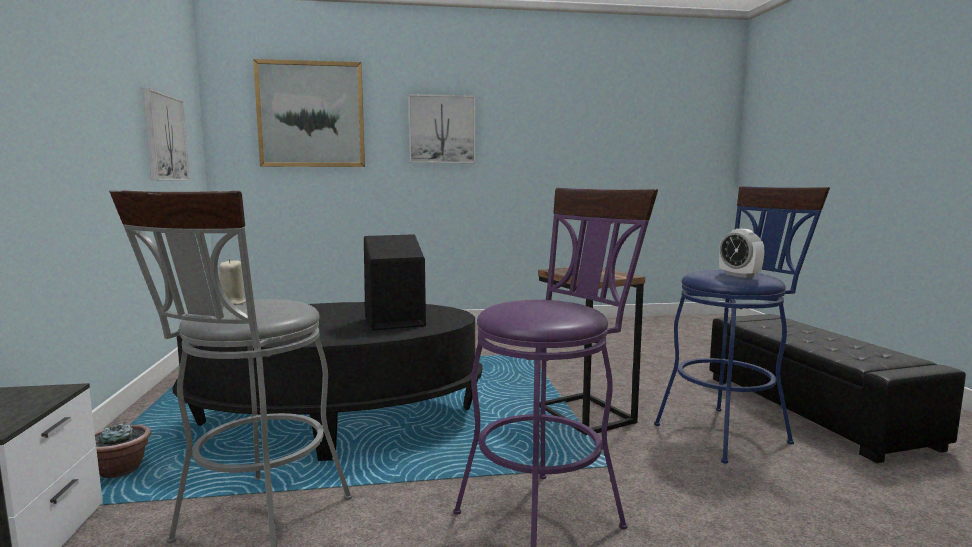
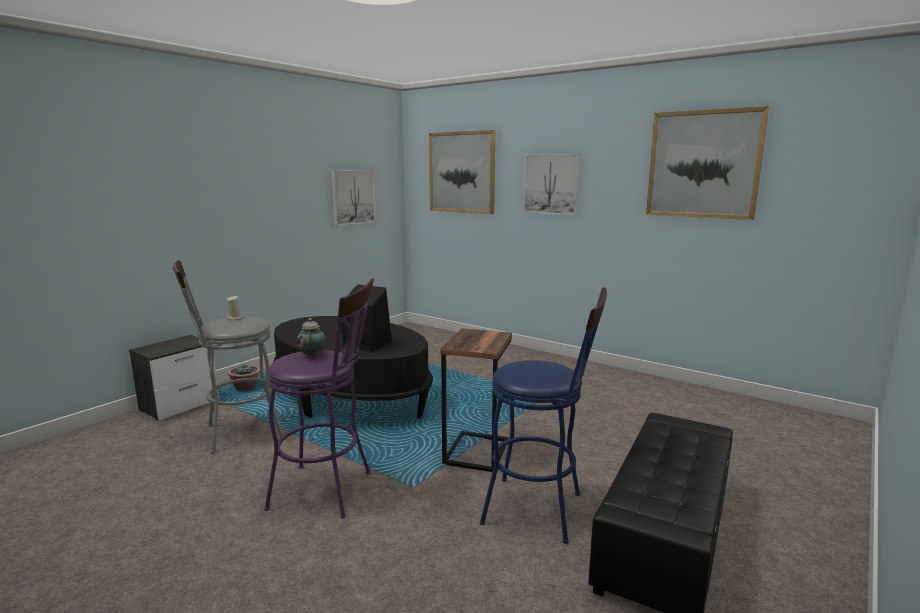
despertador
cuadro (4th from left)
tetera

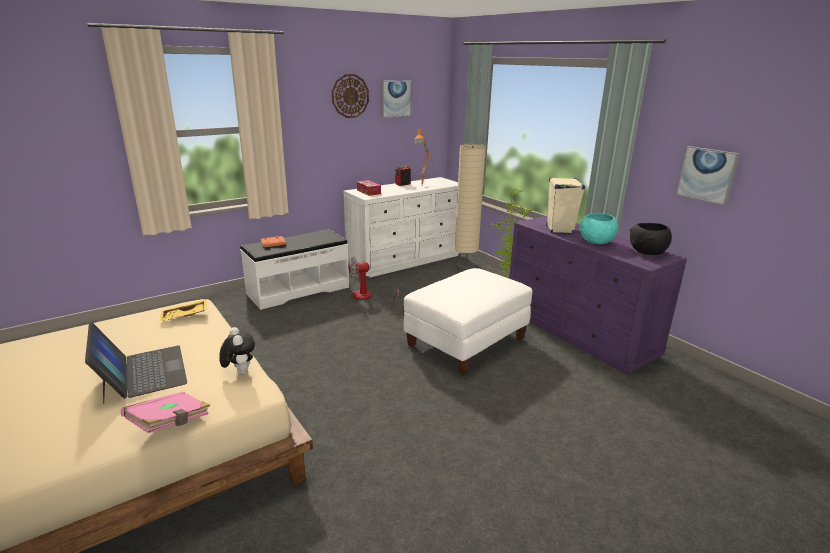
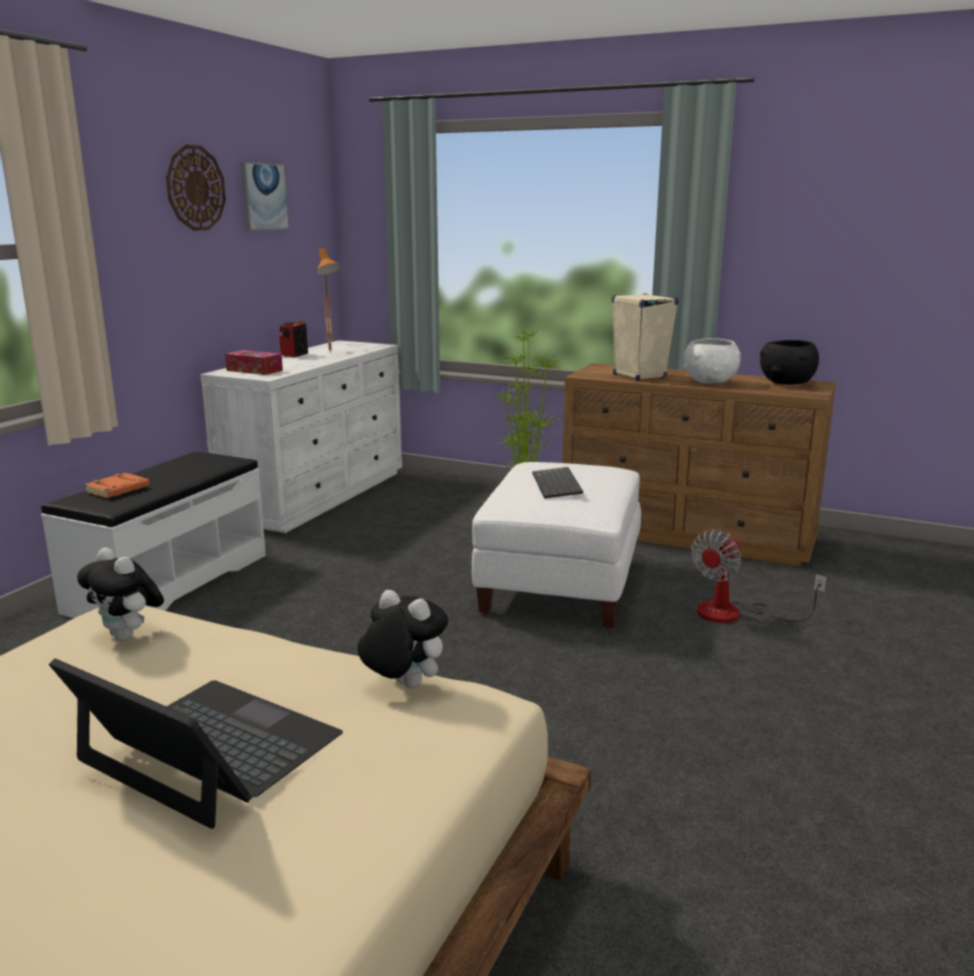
lámpara de pie [beis]
cuadro (2nd from left in the first image)
cuenco [blanco]
cómoda [marrón]
ventilador
peluche (1st from left)
libro [rosa]
teclado

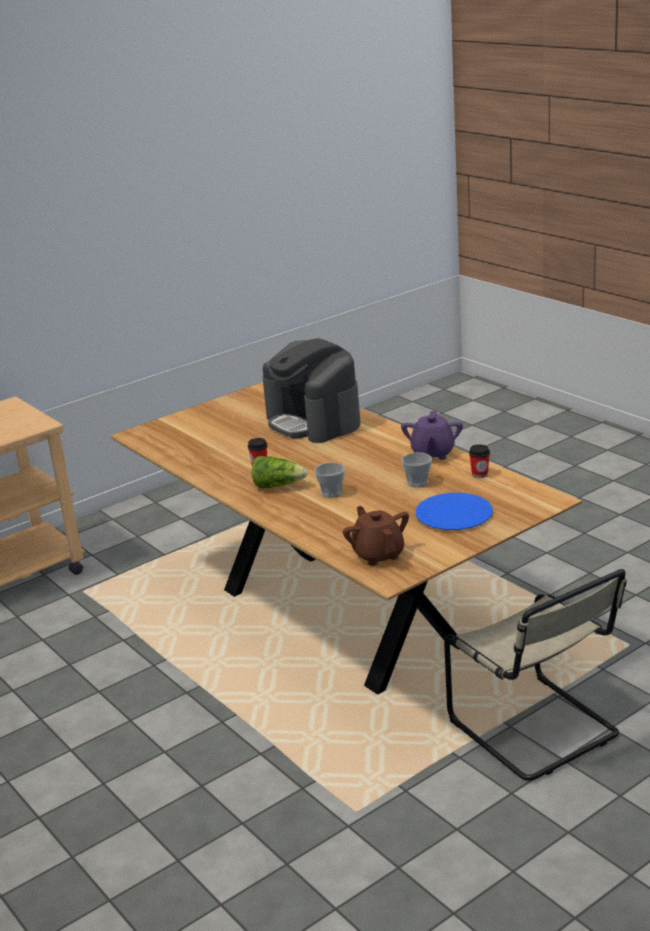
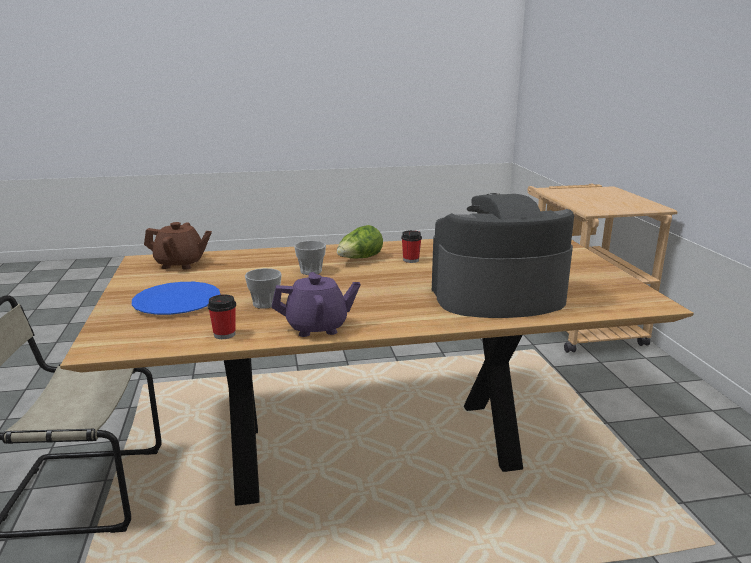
tetera [morado]

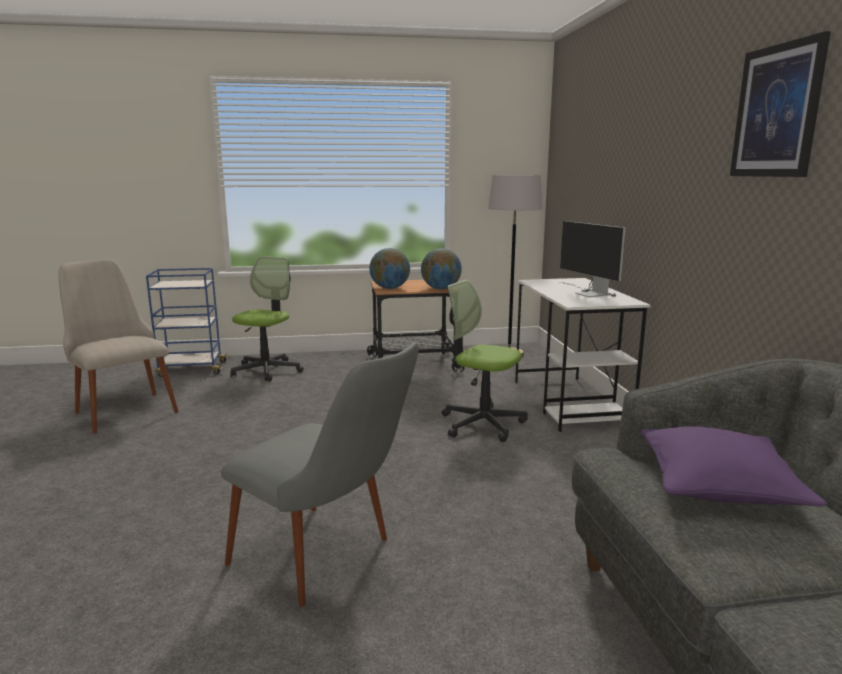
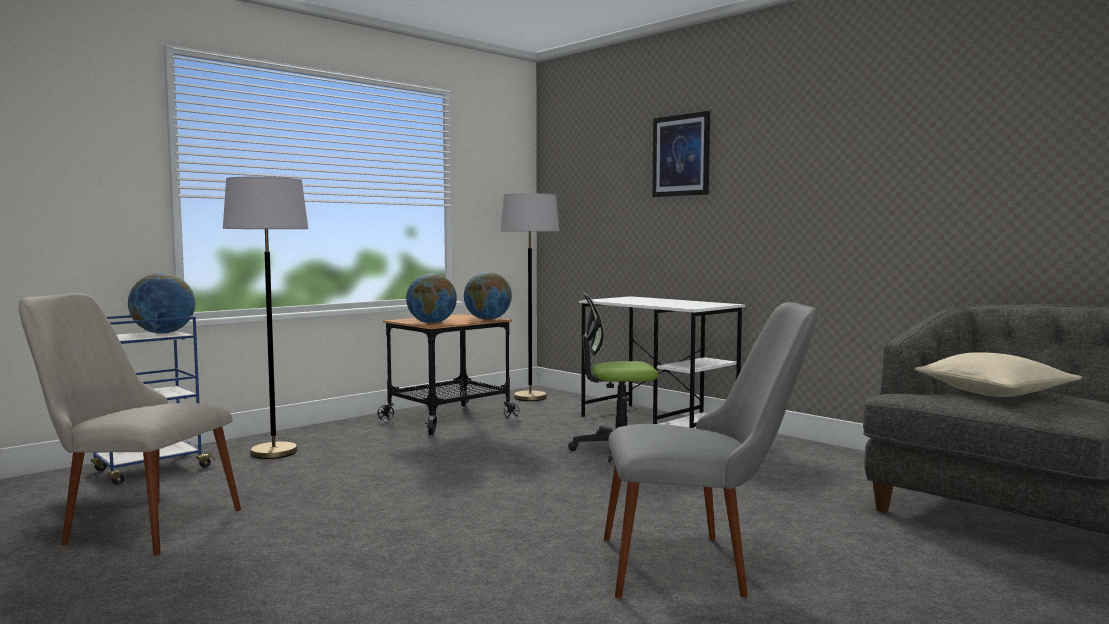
cuadro
monitor
lámpara de pie [gris] (1st from left)
cojín [beis]
globo terráqueo (1st from left)

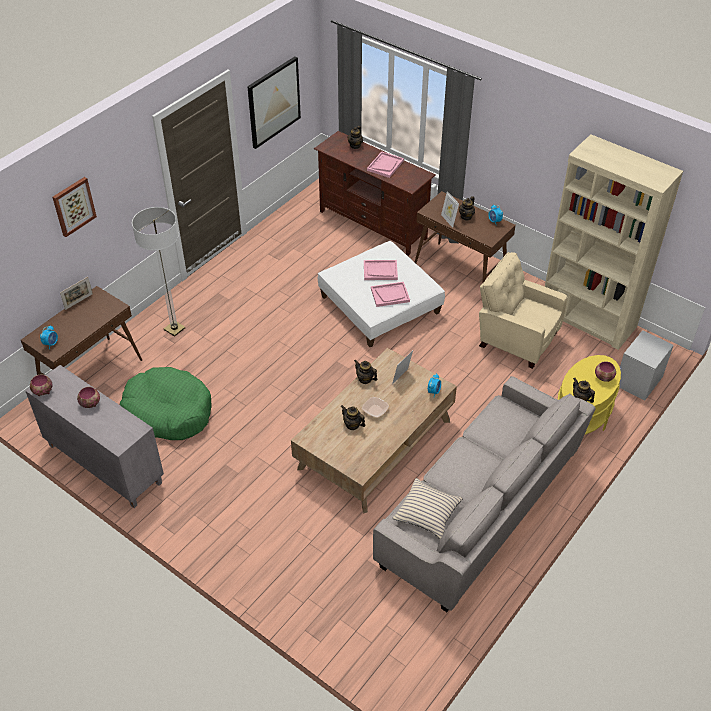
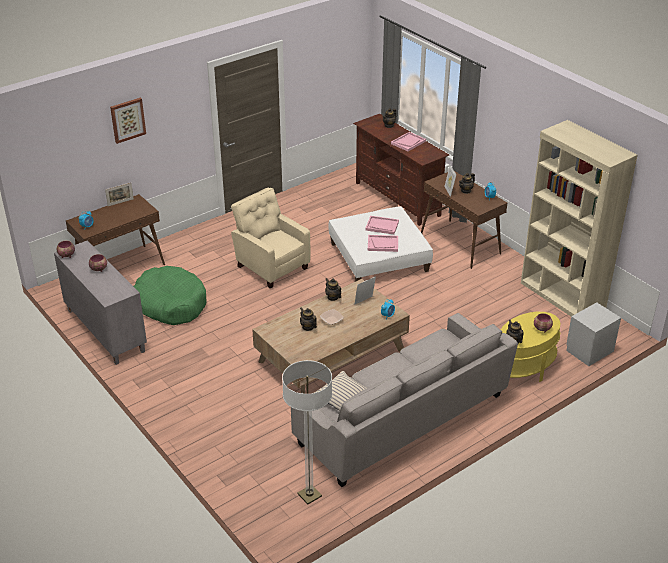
cuadro (2nd from left in the first image)
lámpara de pie
sillón [beis]

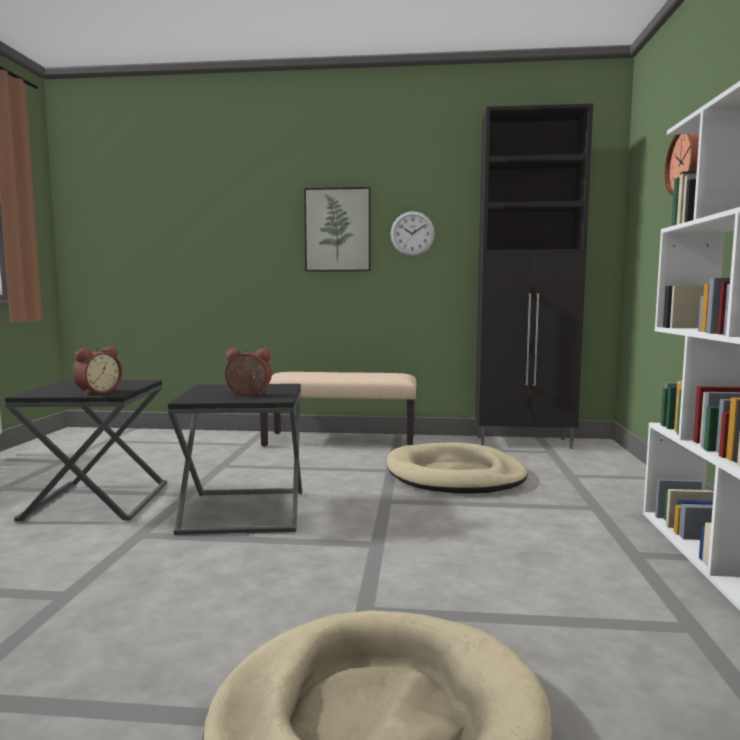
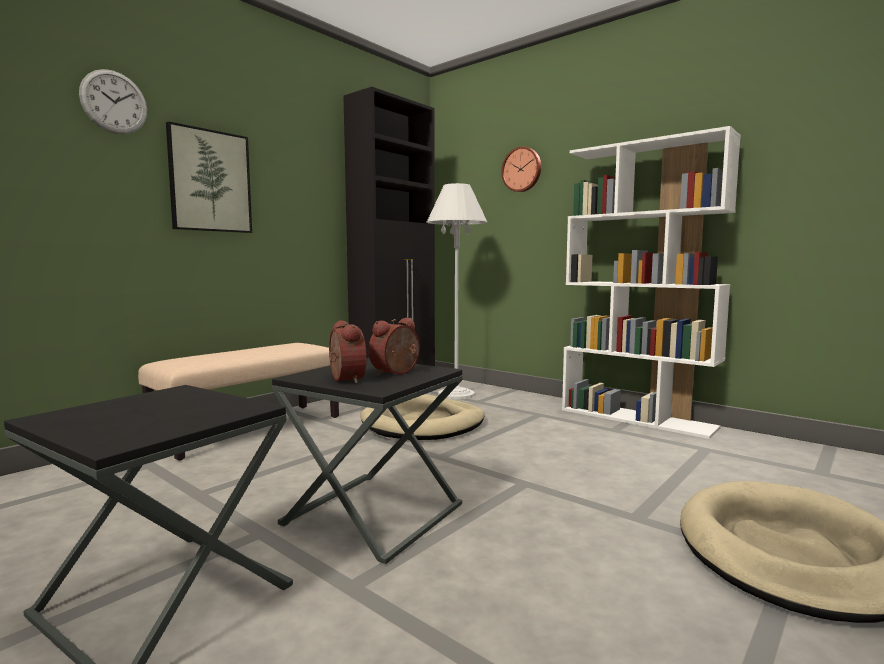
reloj de pared (1st from left)
despertador (1st from left)
lámpara de pie [blanco]

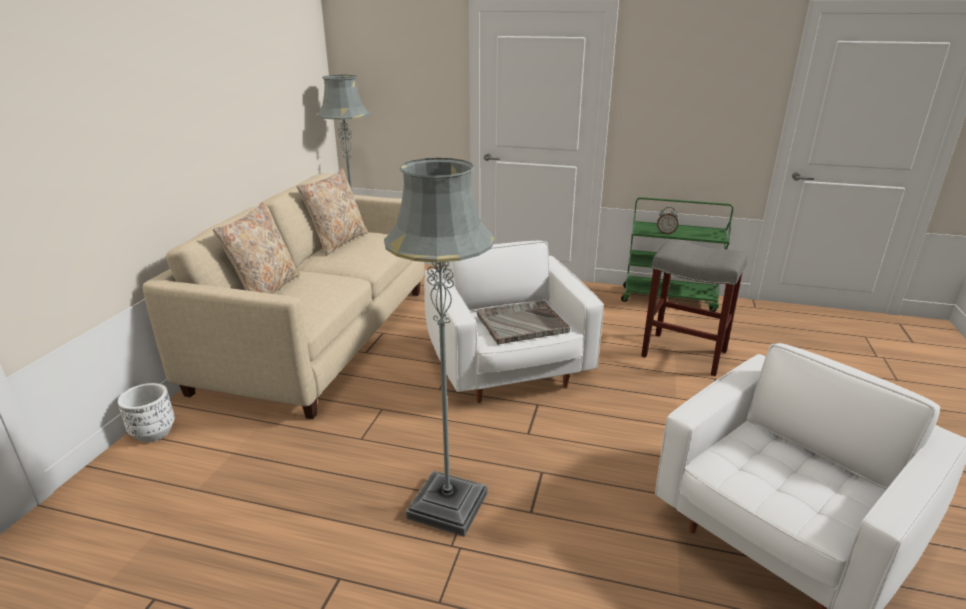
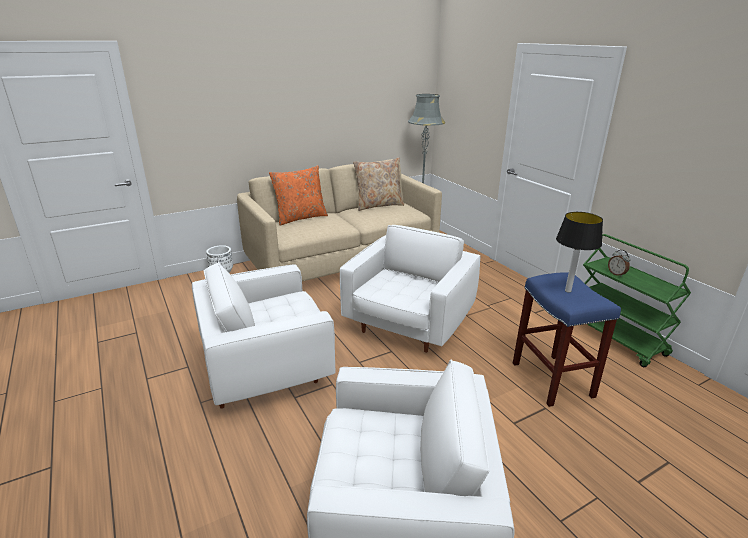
sillón [blanco] (1st from left)
cojín [naranja]
taburete [azul]
bandeja [gris]
lámpara de mesa

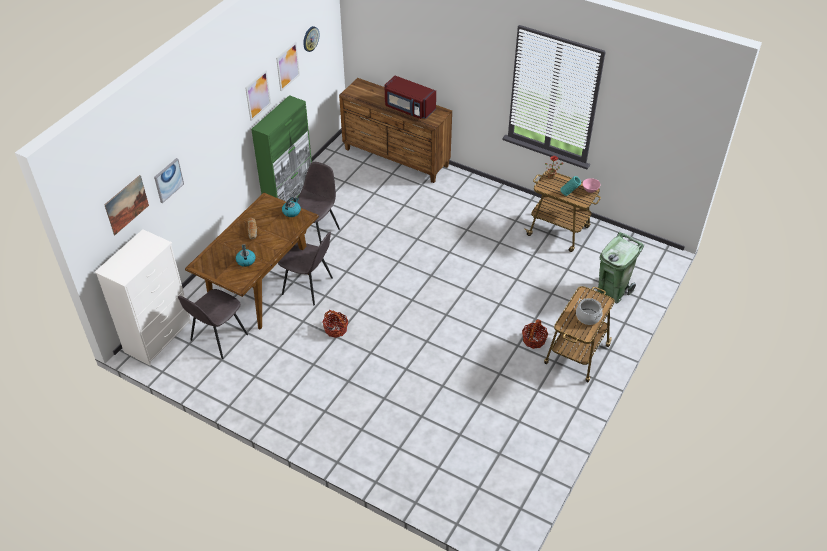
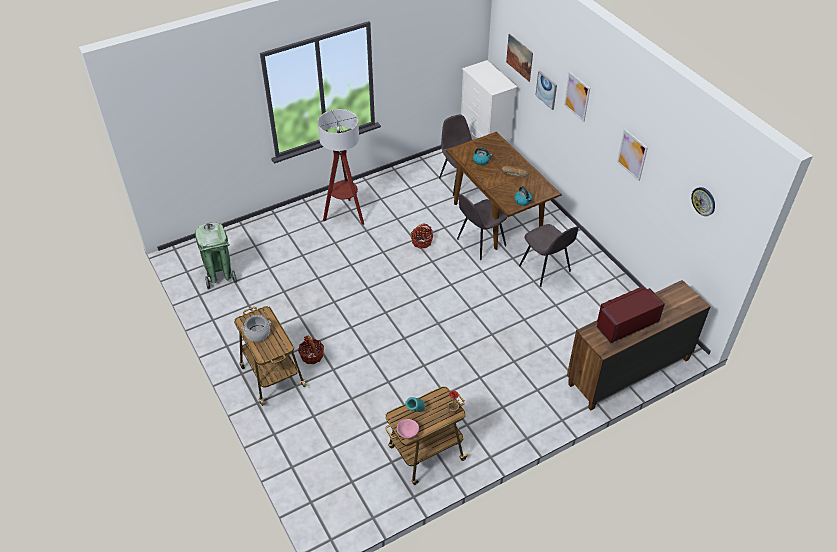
cuadro (3rd from left)
armario [verde]
papelera [verde]
lámpara de pie

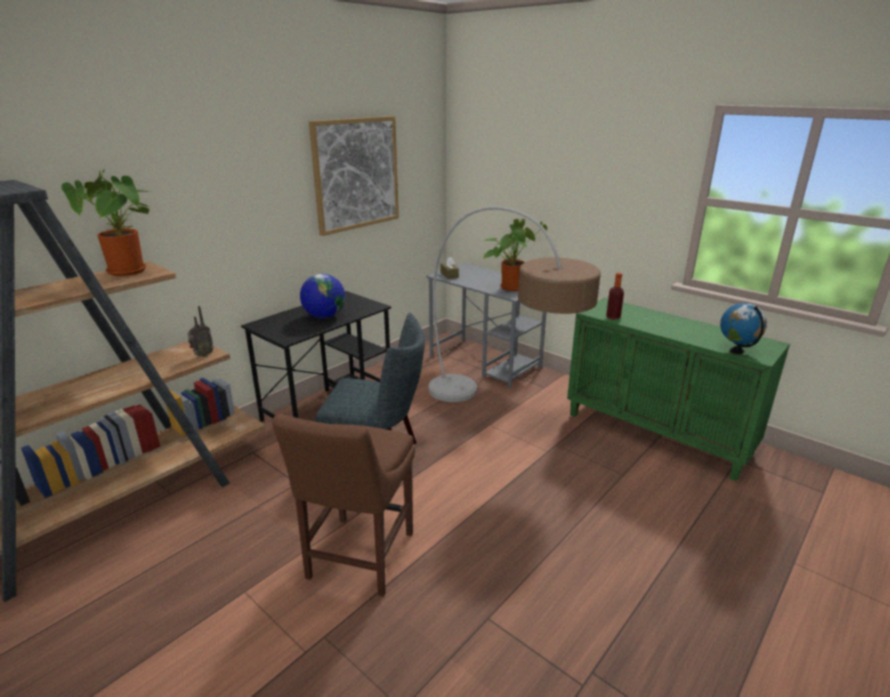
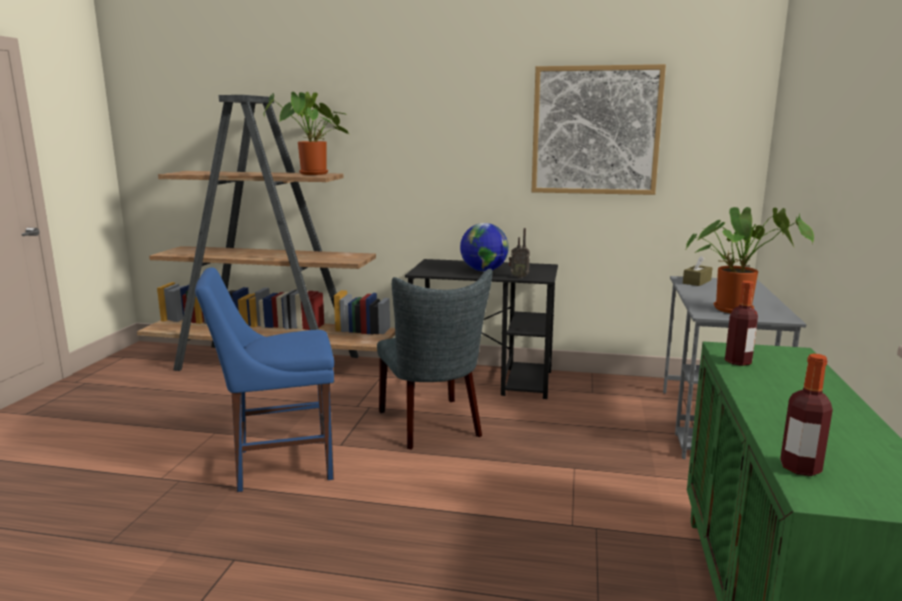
lámpara de pie
botella (2nd from left)
radio
silla [azul]

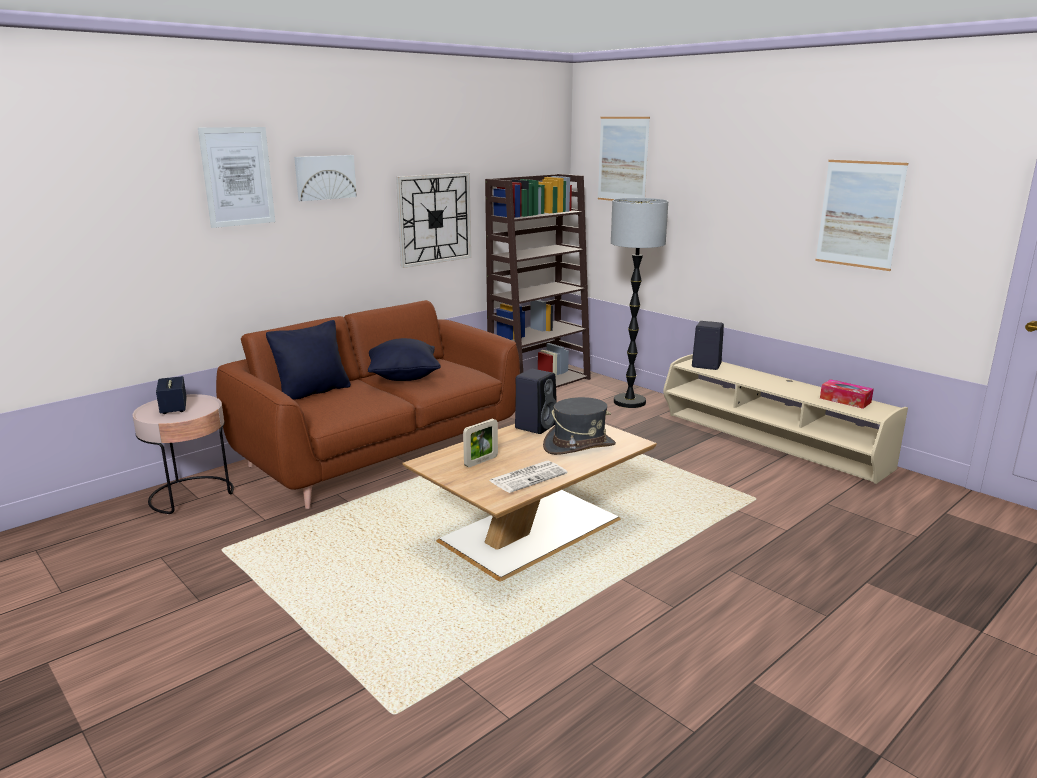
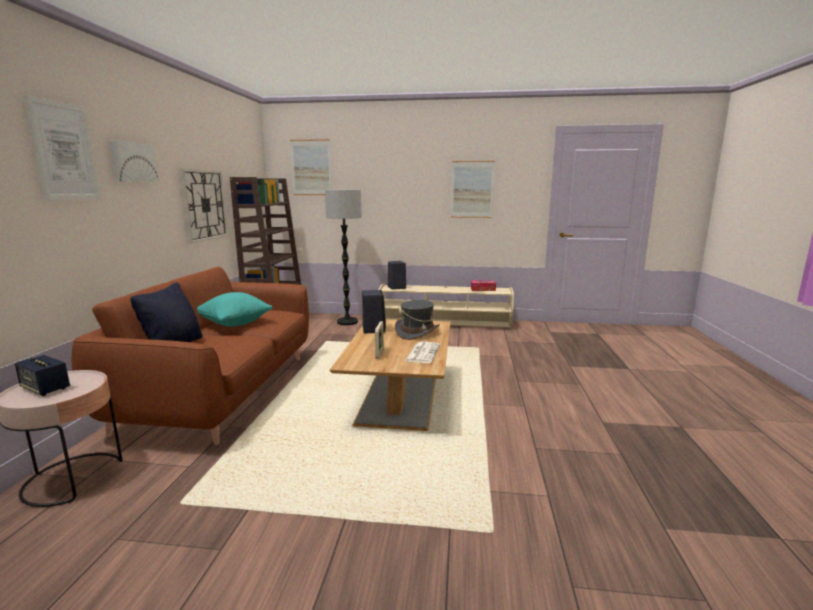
cojín [turquesa]

